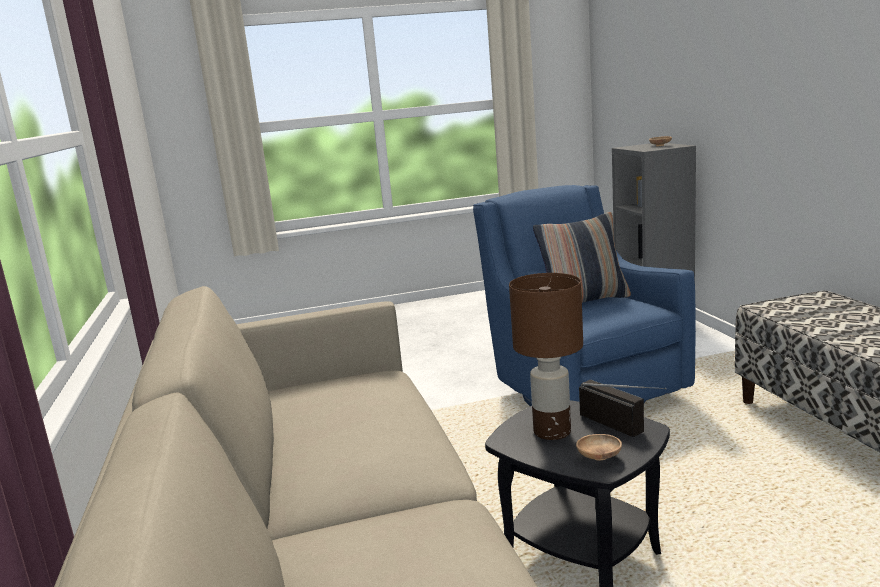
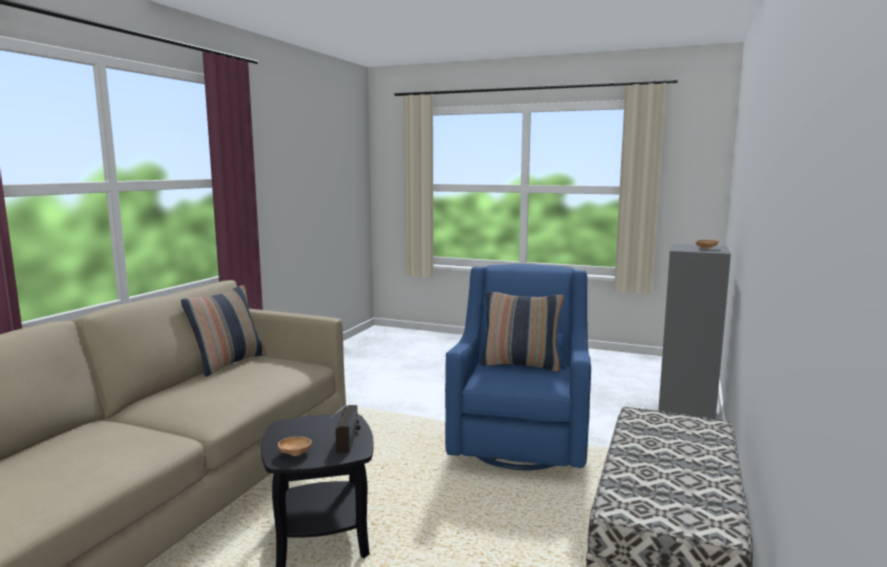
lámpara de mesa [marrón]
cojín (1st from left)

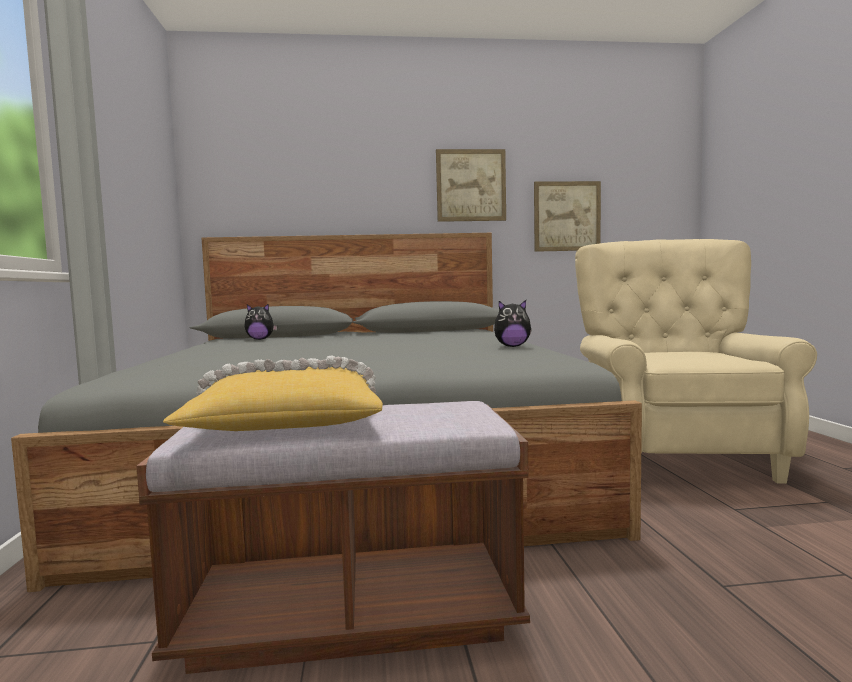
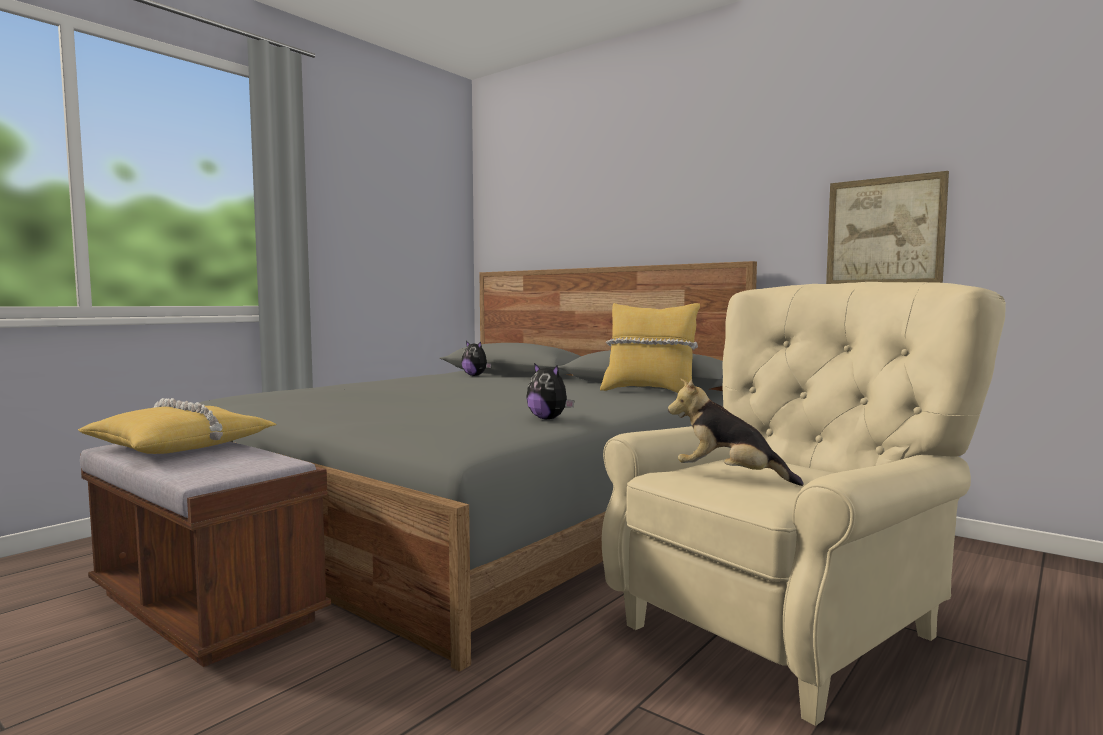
cuadro (1st from left in the first image)
cojín [amarillo] (2nd from left)
peluche (3rd from left)

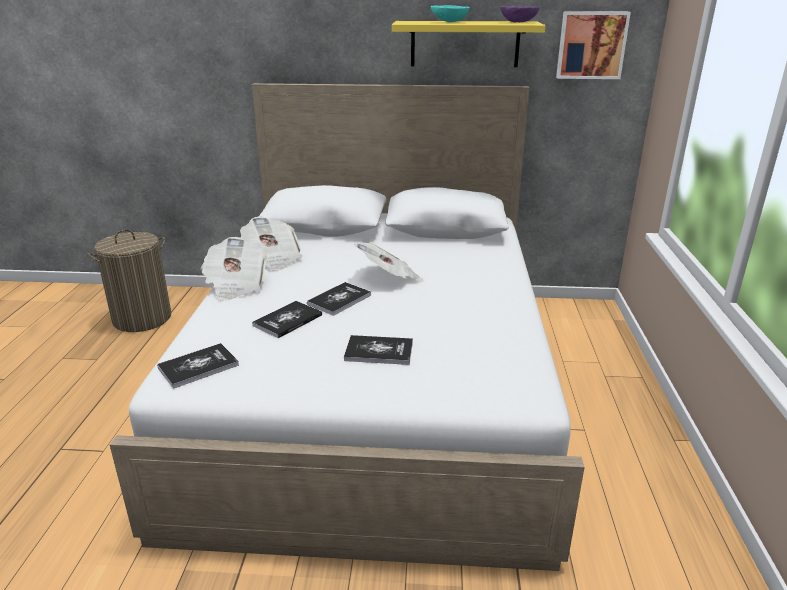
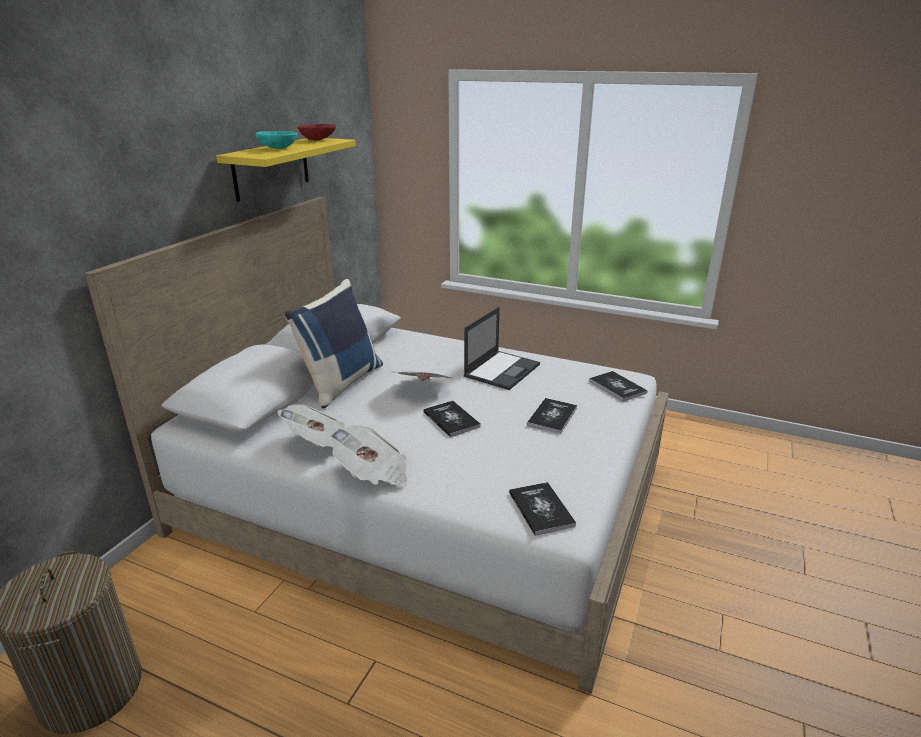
cuenco [rojo]
cuadro
libro (4th from left)
cojín [azul]
portátil

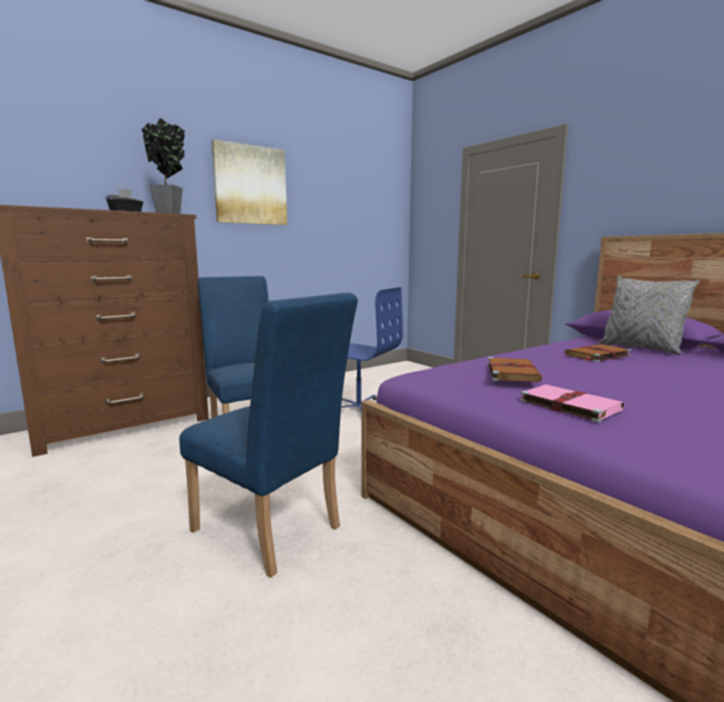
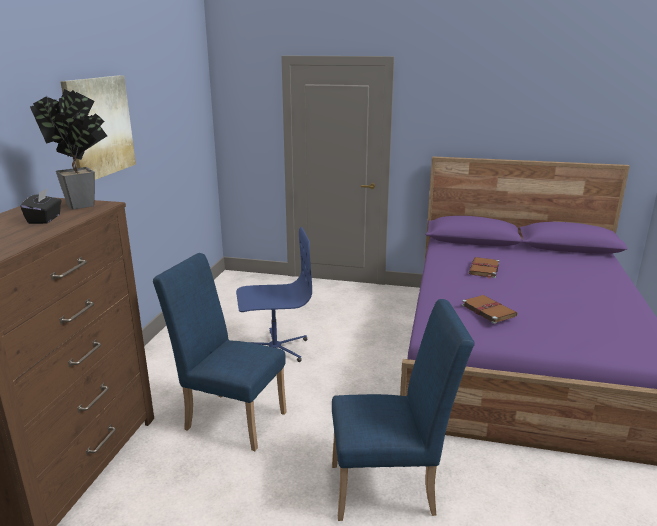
cojín [gris]
libro [rosa]

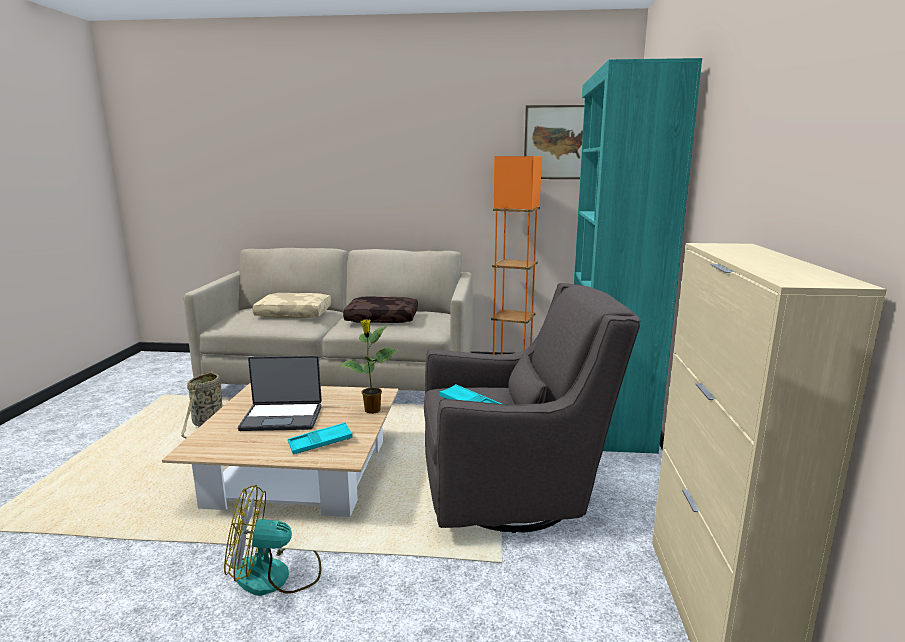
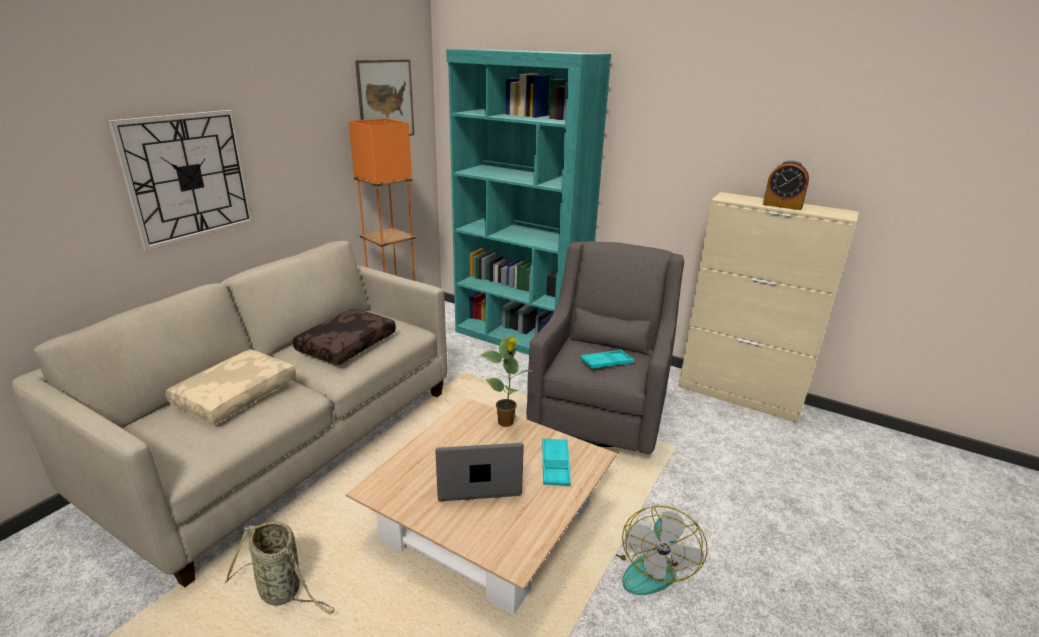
portátil
reloj de pared
despertador

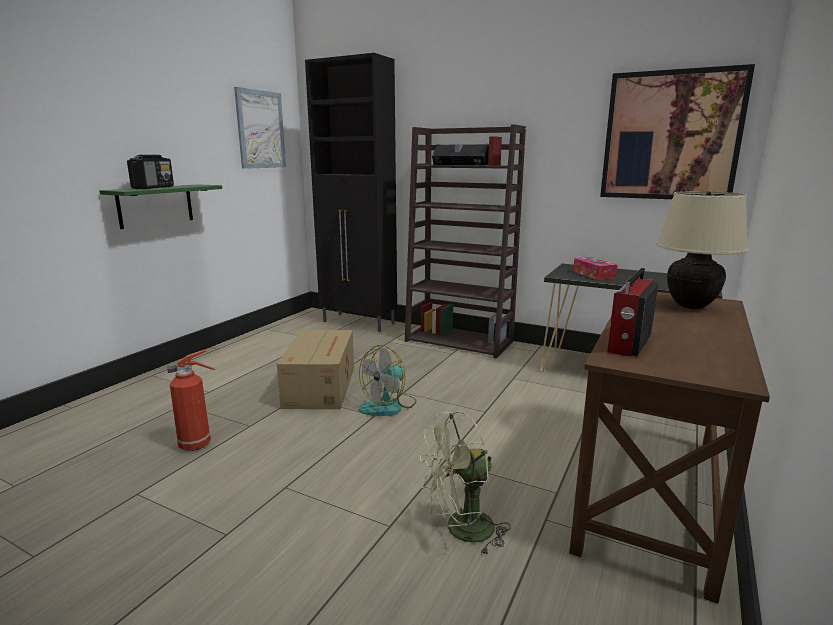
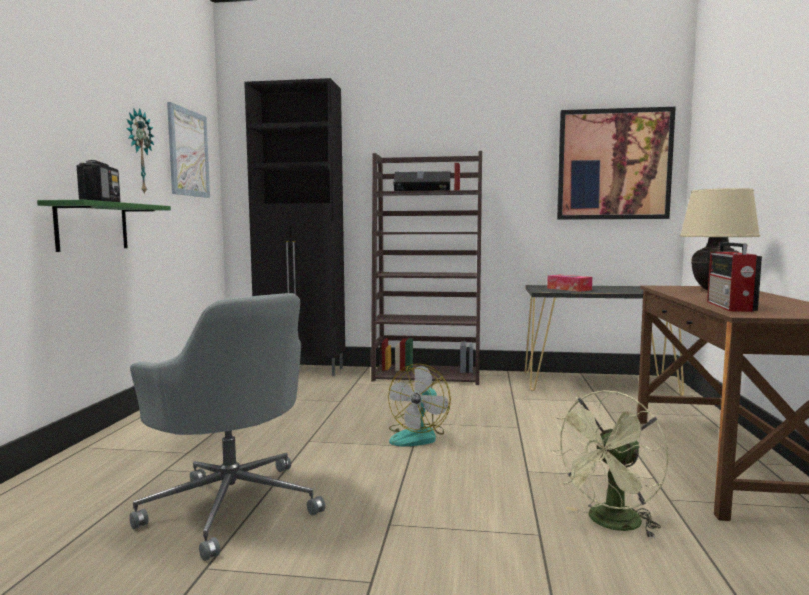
caja de cartón
silla de oficina [gris]
reloj de pared

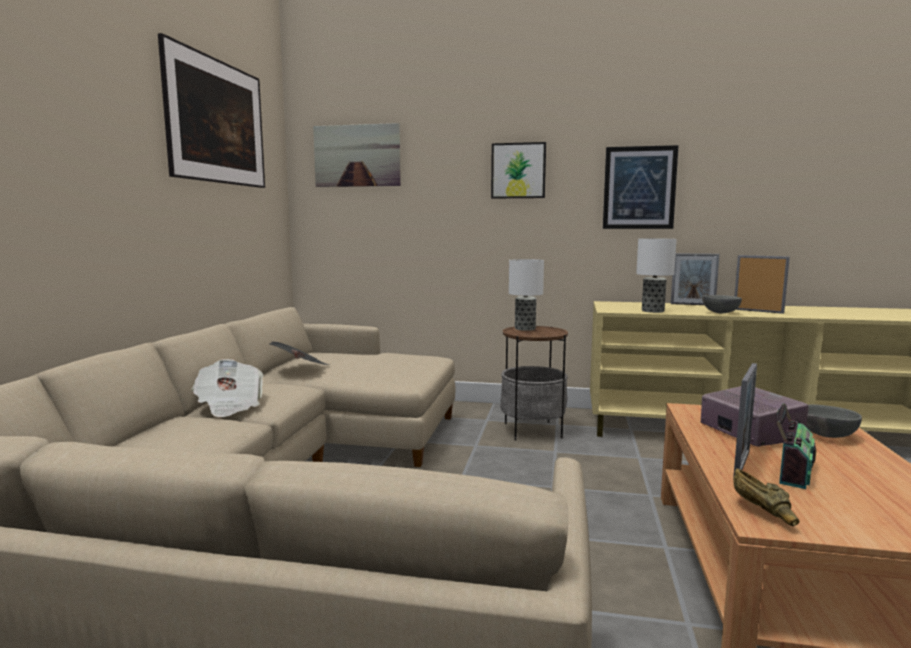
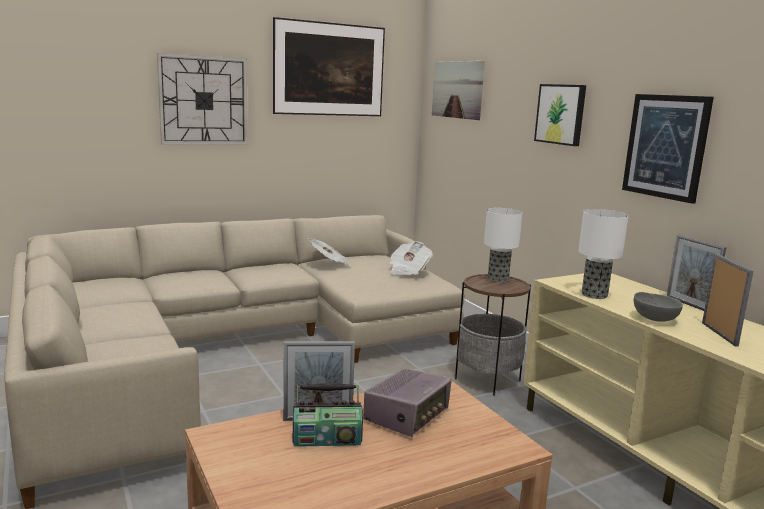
periódico (2nd from left)
cuenco [gris] (2nd from left in the first image)
cuenco [marrón]
reloj de pared

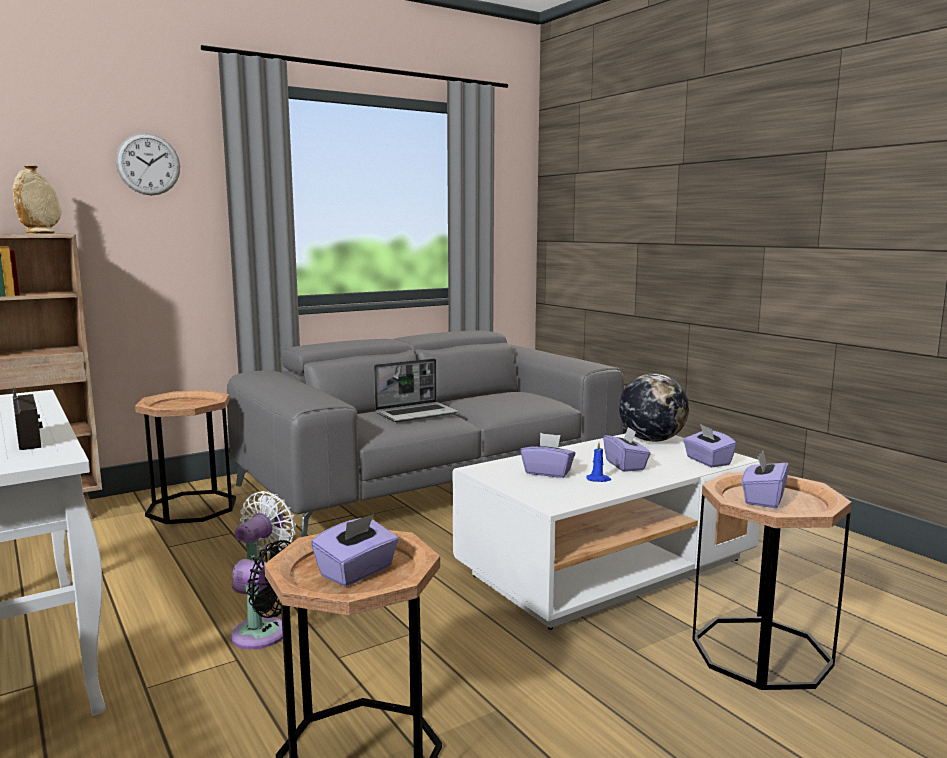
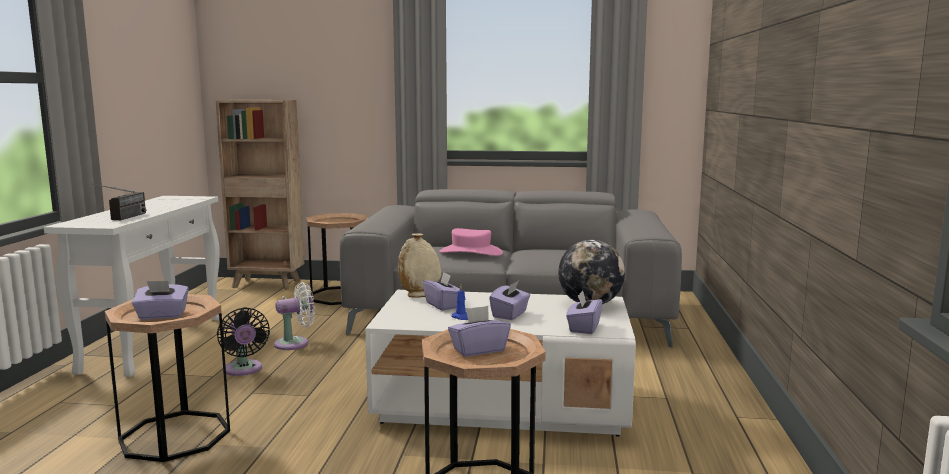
reloj de pared
florero [beis]
sombrero [rosa]

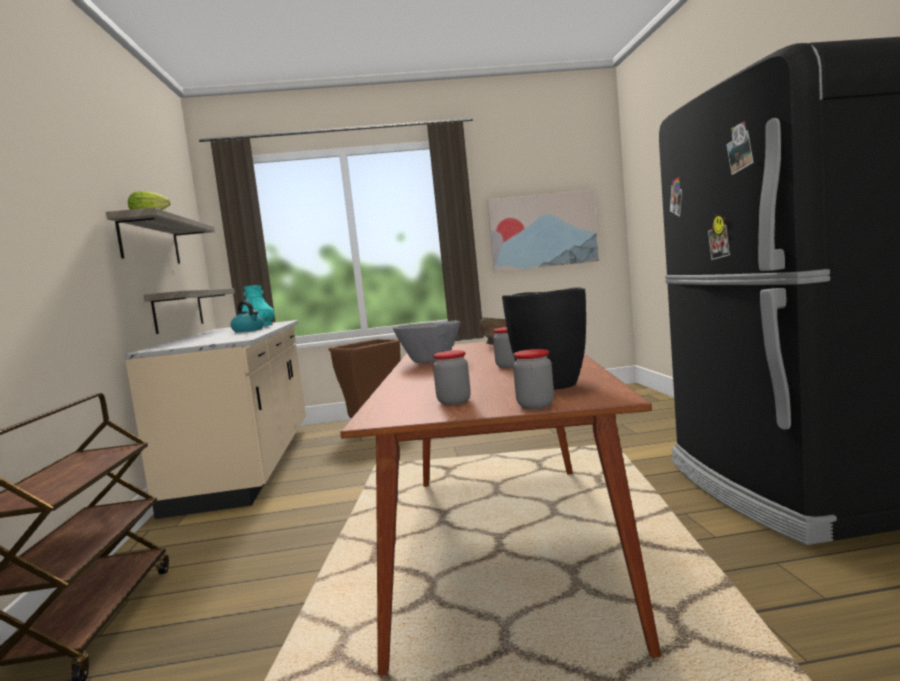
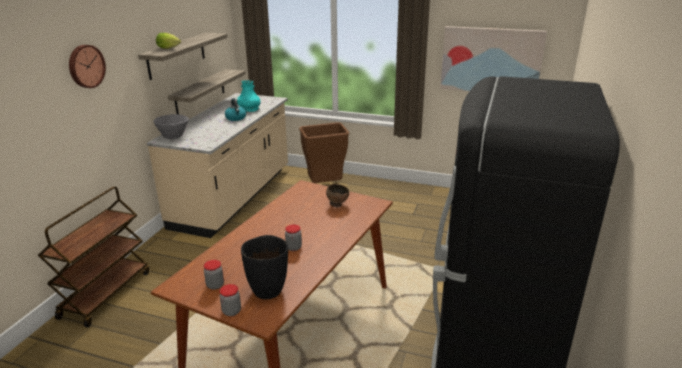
cuenco [gris]
reloj de pared

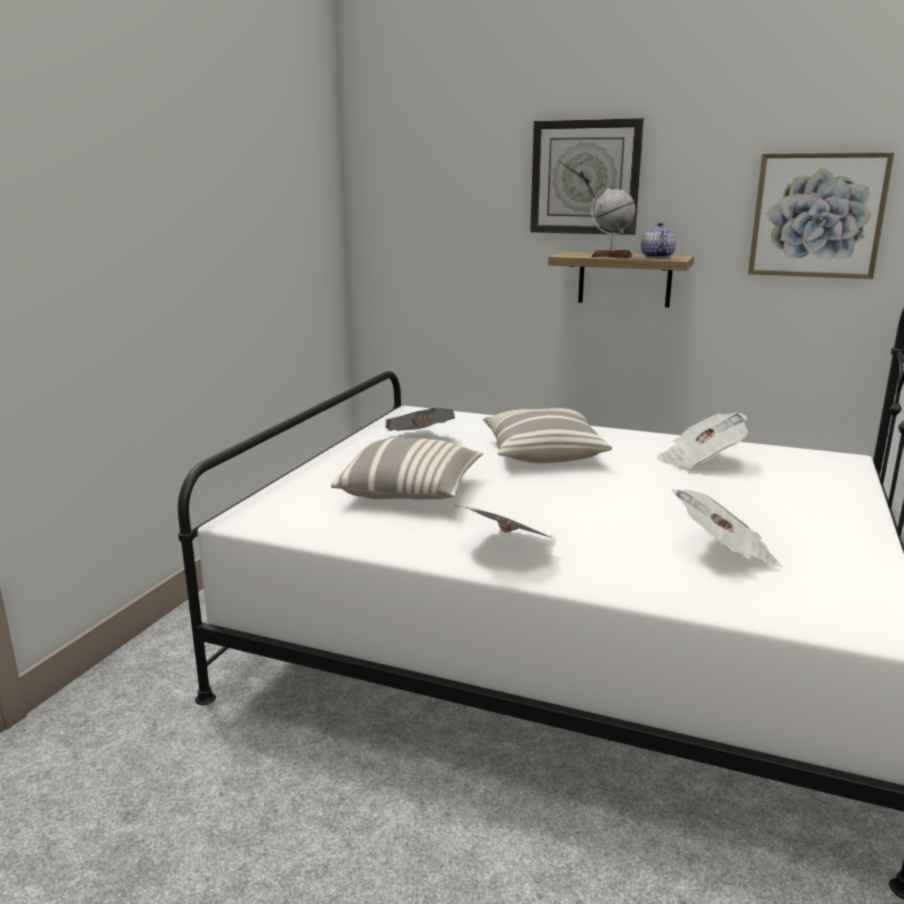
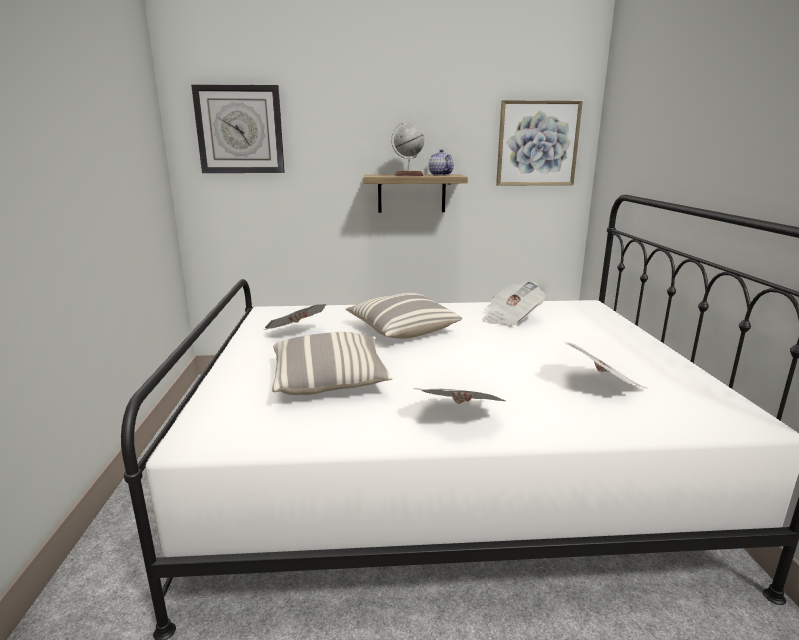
reloj de pared

